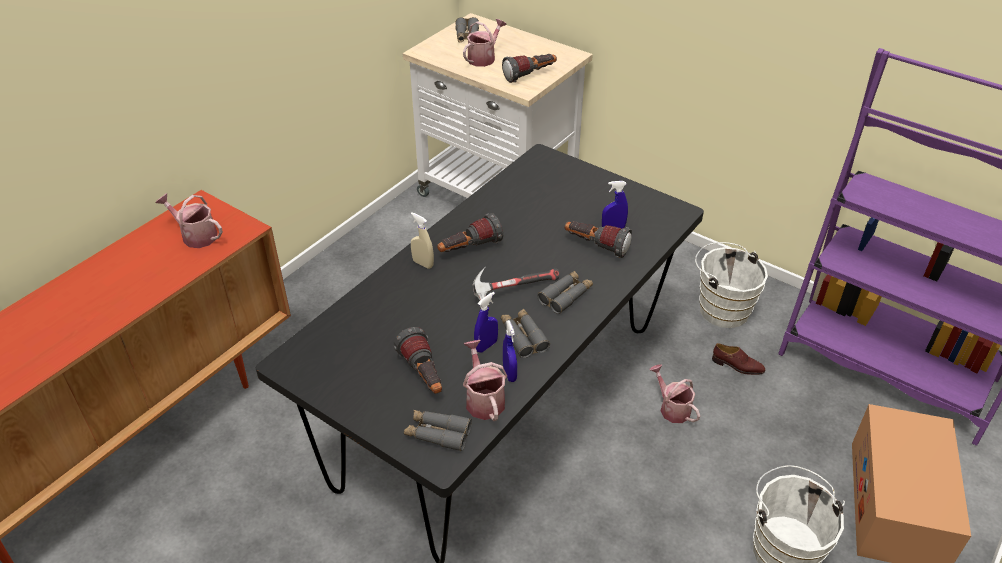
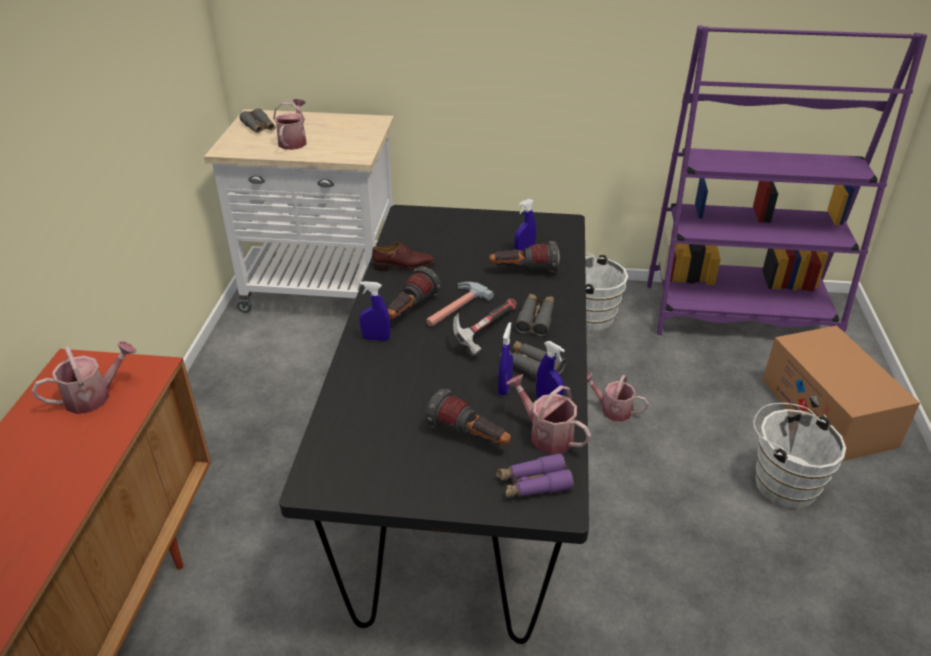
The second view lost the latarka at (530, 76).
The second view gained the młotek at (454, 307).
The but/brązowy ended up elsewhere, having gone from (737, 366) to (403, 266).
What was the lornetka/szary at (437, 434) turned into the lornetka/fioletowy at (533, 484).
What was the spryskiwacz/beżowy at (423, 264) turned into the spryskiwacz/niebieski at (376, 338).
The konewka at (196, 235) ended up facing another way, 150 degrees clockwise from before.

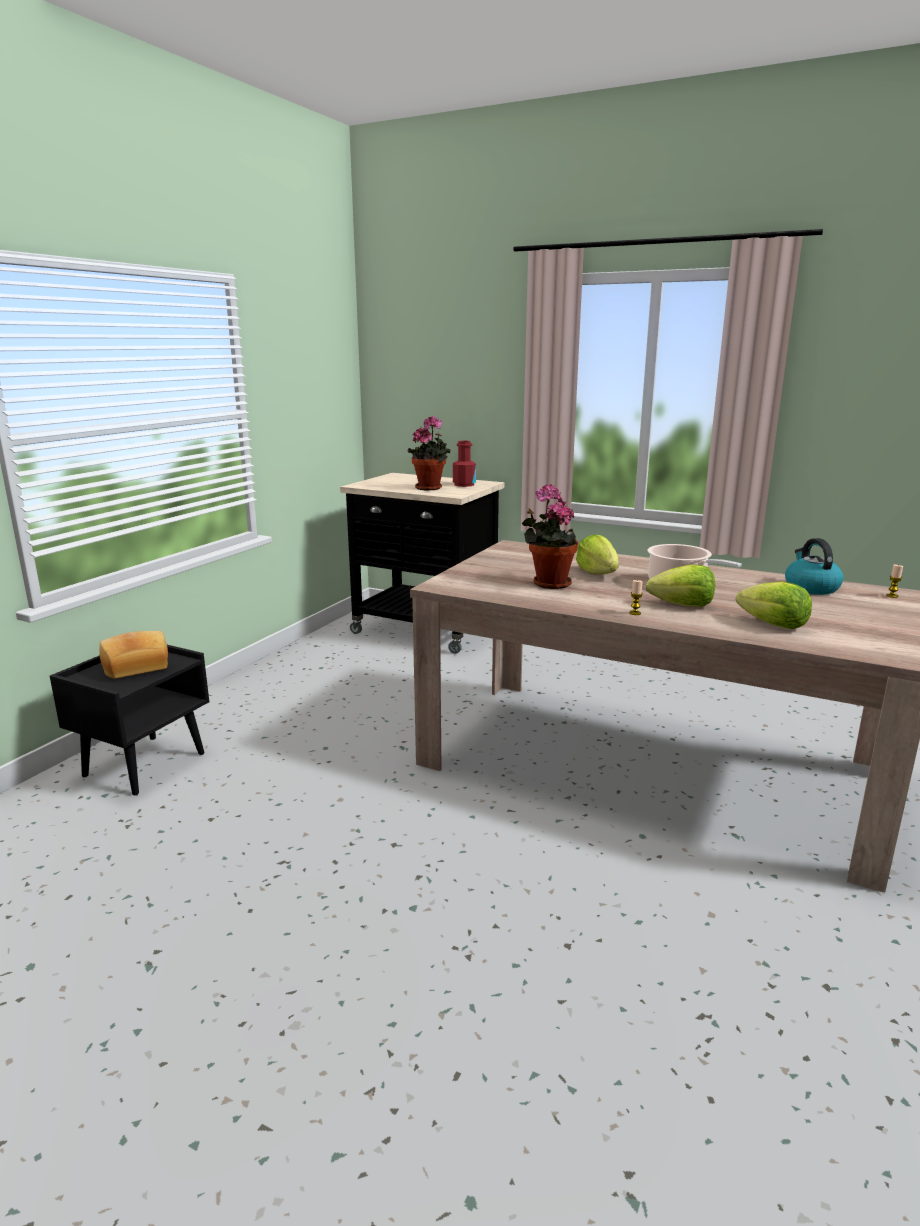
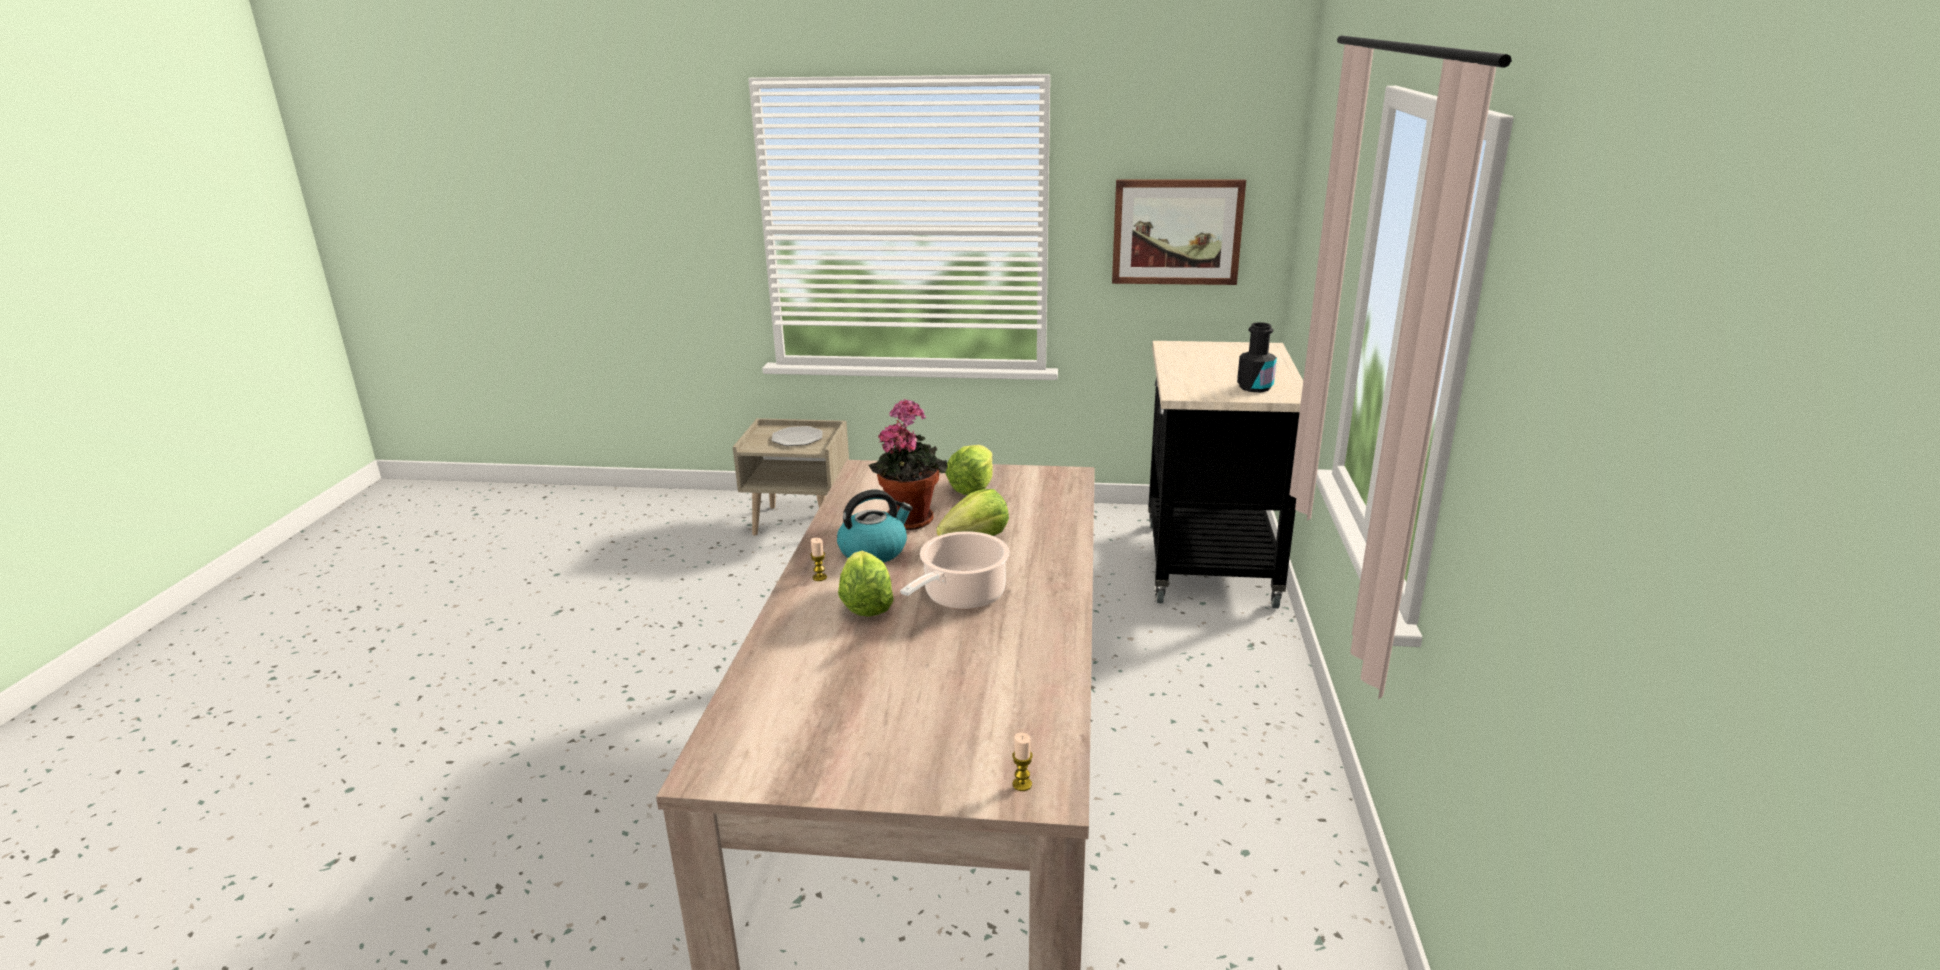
The second view lost the roślina doniczkowa at (431, 488).
The second view gained the obraz at (1176, 232).
The sałata ended up elsewhere, having gone from (773, 625) to (972, 487).
The czajnik ended up elsewhere, having gone from (810, 588) to (874, 551).
Where the chleb stood at (136, 666), the talerz came to stand at (797, 438).
What was the szafka nocna/czarny at (145, 764) turned into the szafka nocna/beżowy at (800, 521).
What was the butelka/czerwony at (464, 484) turned into the butelka/czarny at (1255, 387).

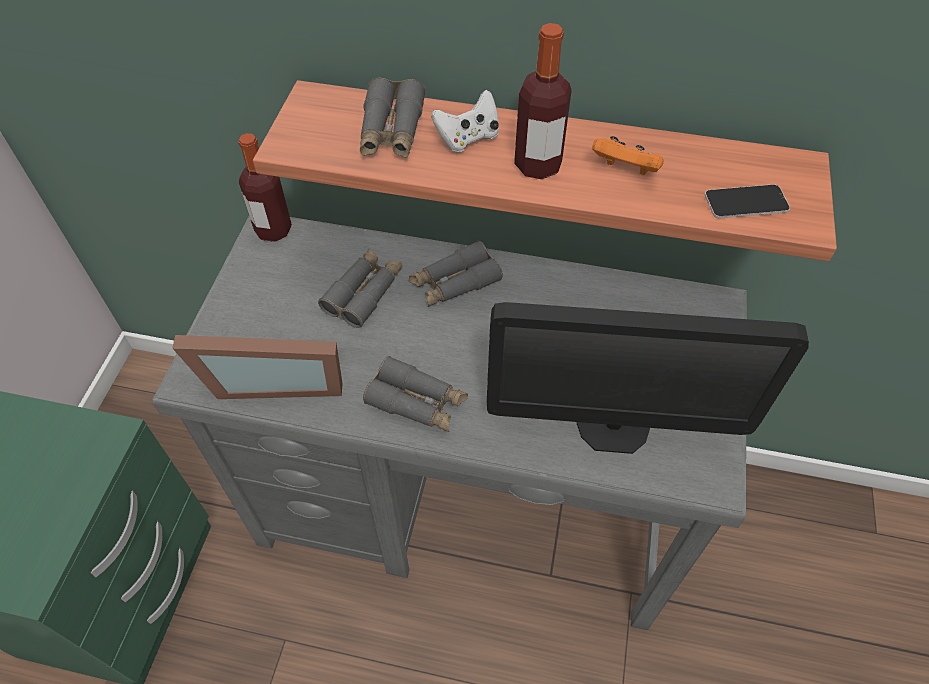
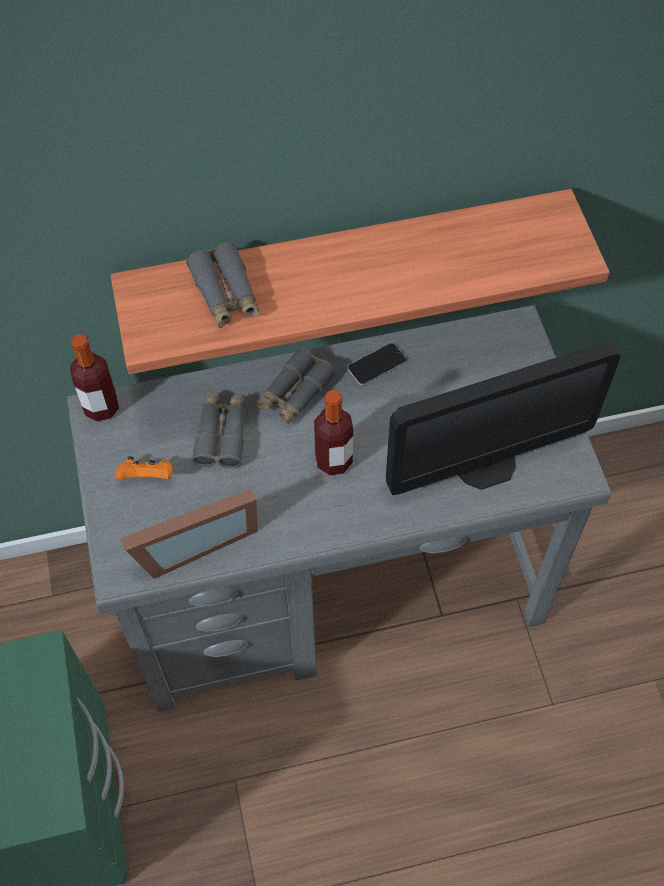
The second view lost the lornetka/szary at (417, 402).
The second view lost the pad do gier/biały at (468, 138).
The butelka ended up elsewhere, having gone from (537, 165) to (333, 460).
The pad do gier/pomarańczowy ended up elsewhere, having gone from (625, 170) to (148, 477).
The telefon ended up elsewhere, having gone from (746, 202) to (377, 364).

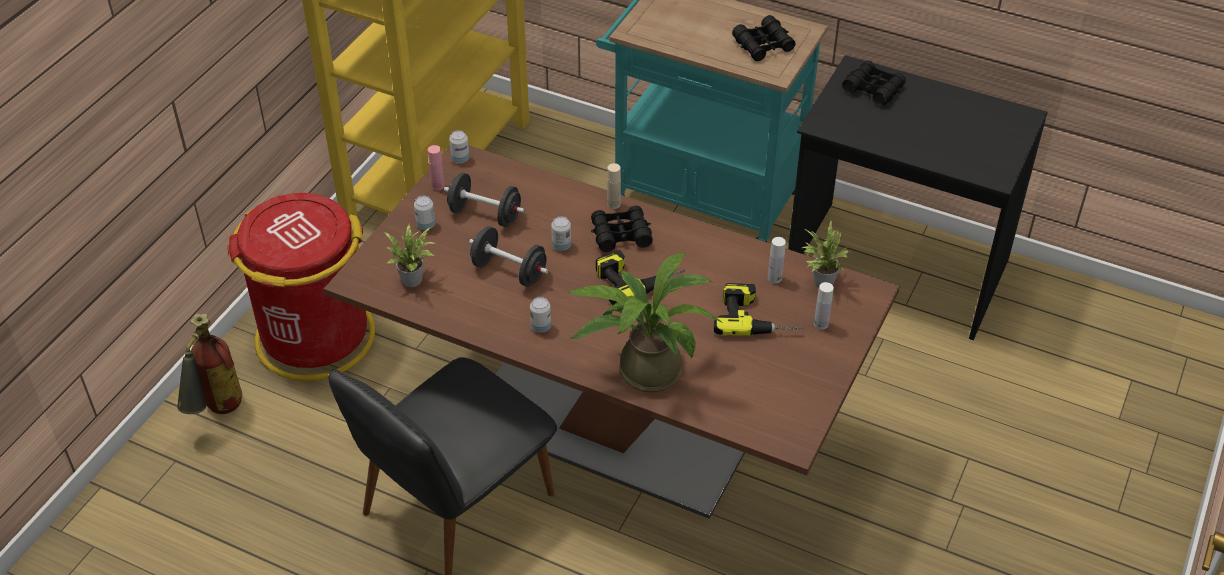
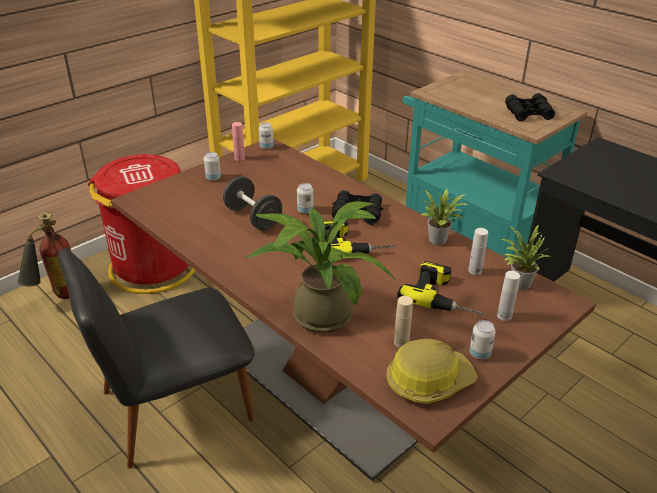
The second view lost the hantel/czarny at (485, 214).
The second view lost the lornetka/czarny at (873, 89).
The second view gained the kask at (428, 381).
The roślina doniczkowa ended up elsewhere, having gone from (414, 279) to (440, 239).
The puszka ended up elsewhere, having gone from (541, 327) to (479, 354).
The butelka/beżowy ended up elsewhere, having gone from (613, 204) to (401, 342).

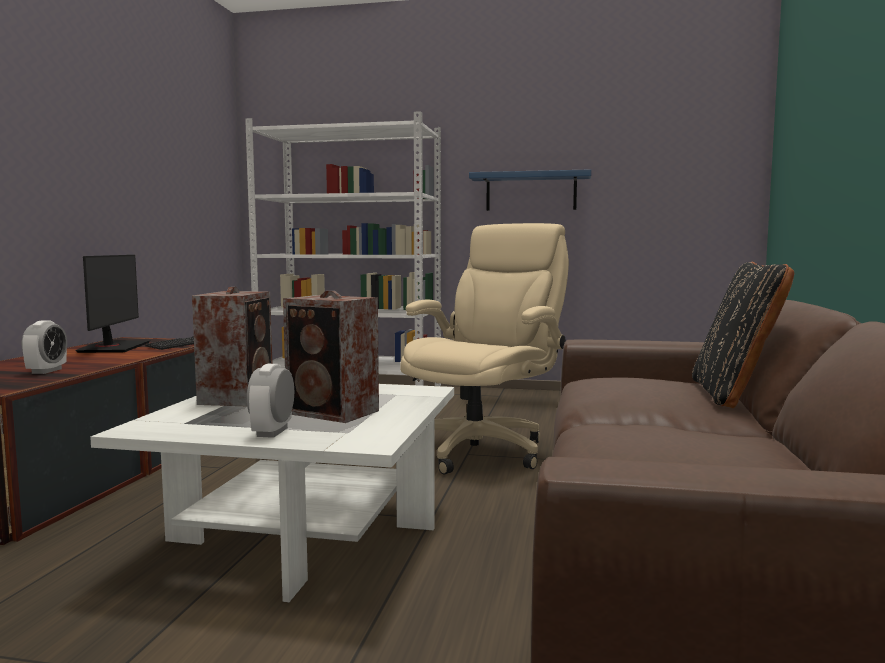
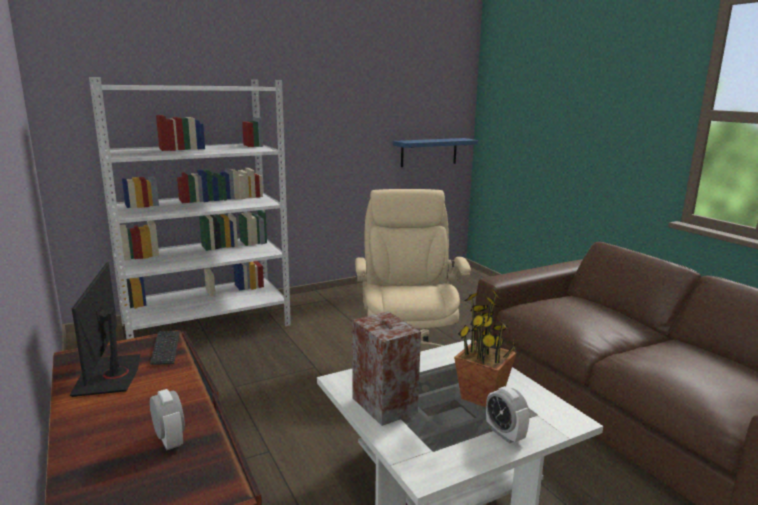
The second view lost the poduszka/czarny at (734, 394).
The półka/niebieski ended up elsewhere, having gone from (531, 192) to (429, 152).
Where the głośnik stood at (334, 413), the roślina doniczkowa came to stand at (483, 397).
The monitor at (113, 347) ended up facing another way, 150 degrees counterclockwise from before.

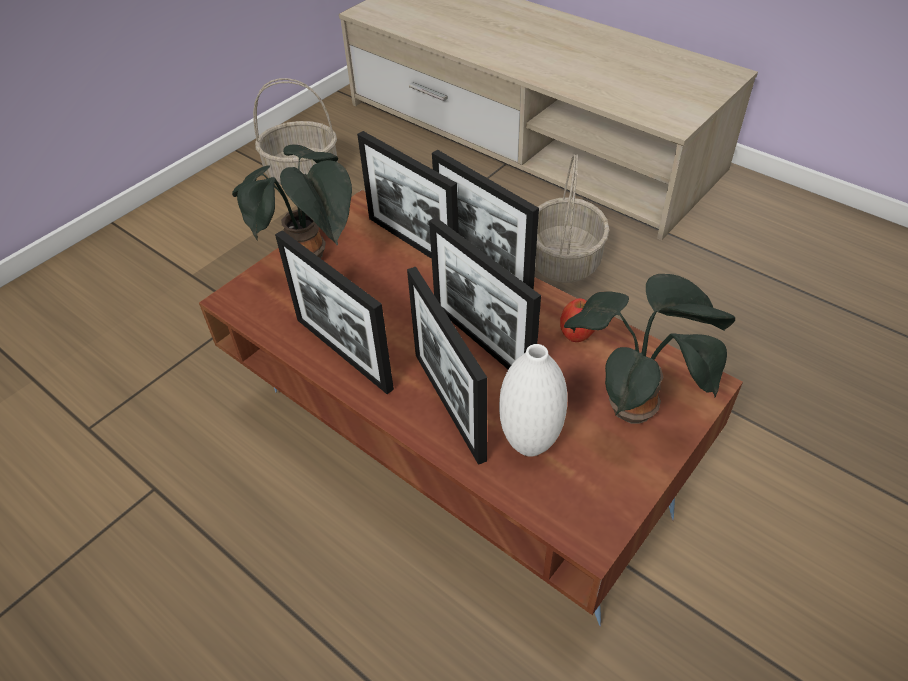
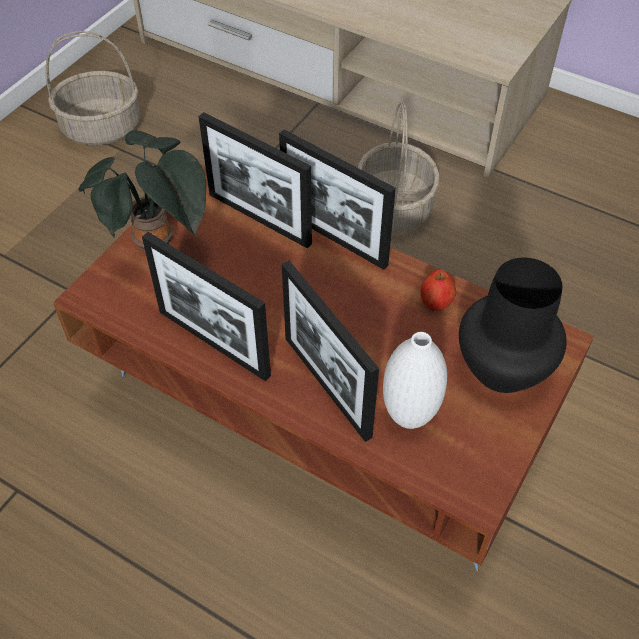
The second view lost the ramka na zdjęcie at (482, 343).
Where the roślina doniczkowa stood at (636, 406), the wazon/czarny came to stand at (501, 369).

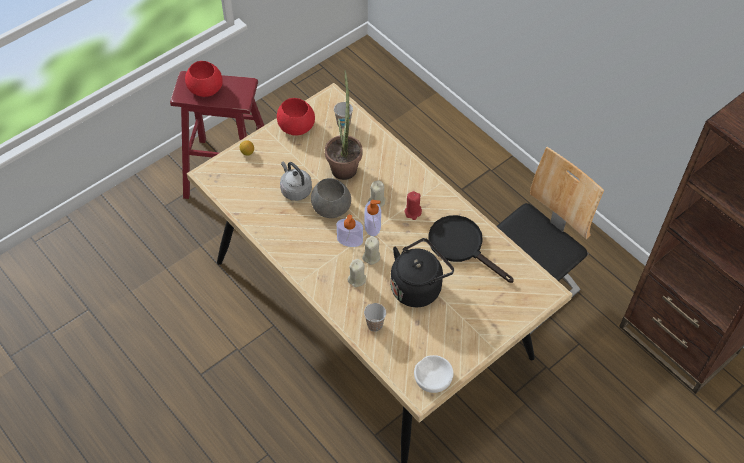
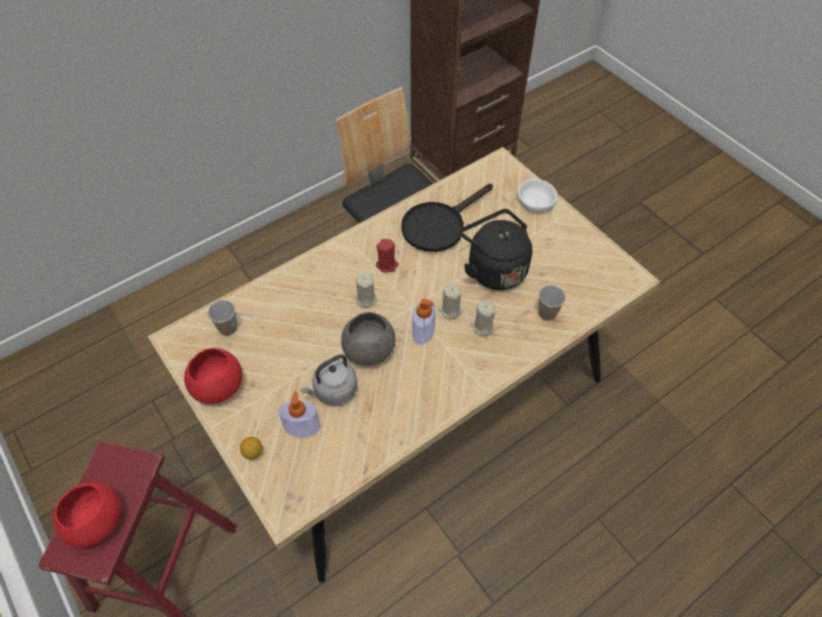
The second view lost the roślina doniczkowa at (344, 165).
The dozownik mydła ended up elsewhere, having gone from (372, 226) to (302, 427).
The miska/biały ended up elsewhere, having gone from (433, 376) to (536, 200).

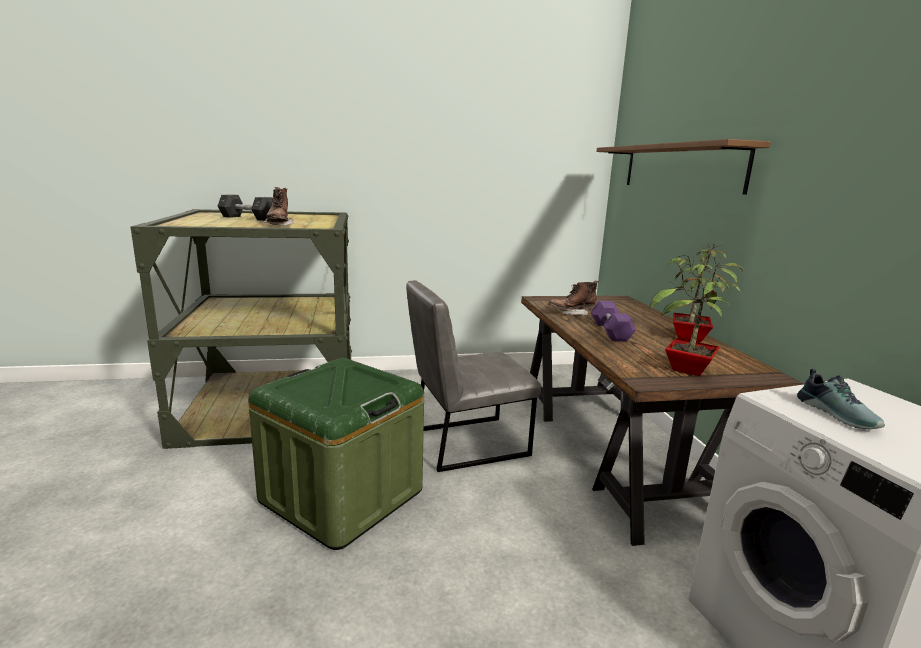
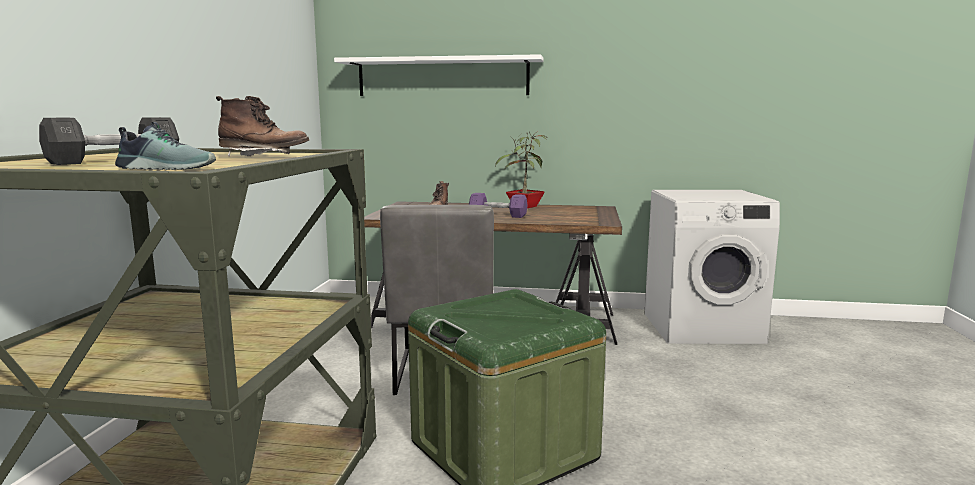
The second view lost the roślina doniczkowa at (688, 370).
The but ended up elsewhere, having gone from (838, 414) to (168, 168).
What was the półka/brązowy at (679, 167) turned into the półka/biały at (442, 77).

